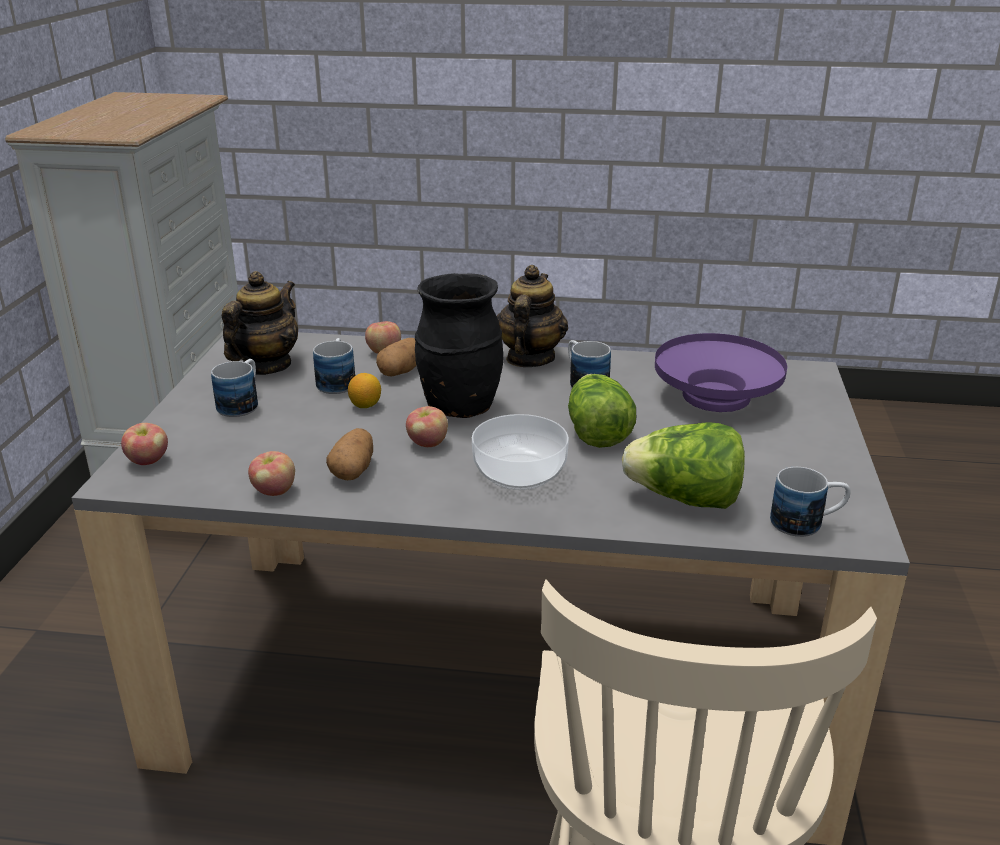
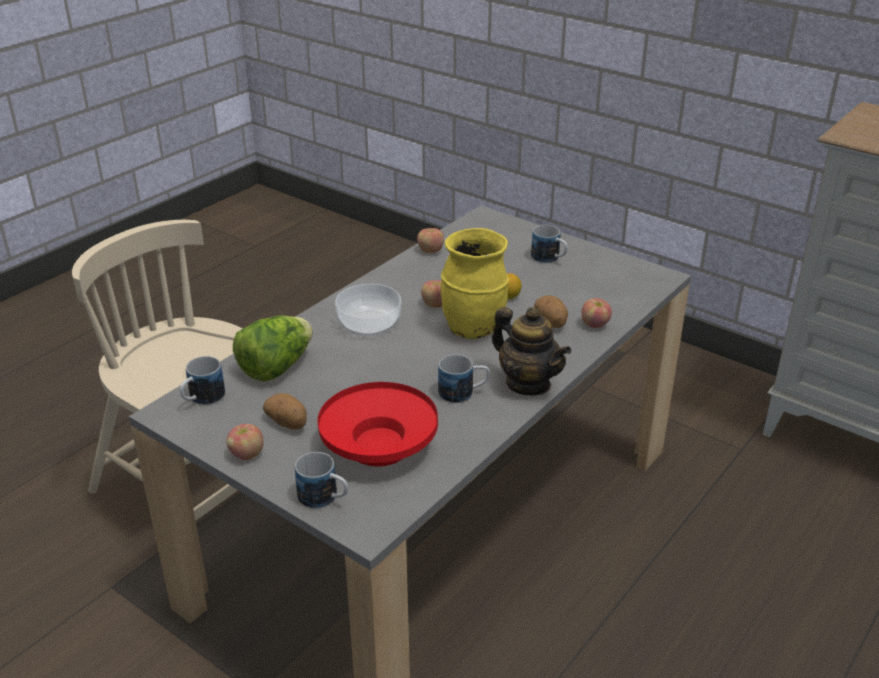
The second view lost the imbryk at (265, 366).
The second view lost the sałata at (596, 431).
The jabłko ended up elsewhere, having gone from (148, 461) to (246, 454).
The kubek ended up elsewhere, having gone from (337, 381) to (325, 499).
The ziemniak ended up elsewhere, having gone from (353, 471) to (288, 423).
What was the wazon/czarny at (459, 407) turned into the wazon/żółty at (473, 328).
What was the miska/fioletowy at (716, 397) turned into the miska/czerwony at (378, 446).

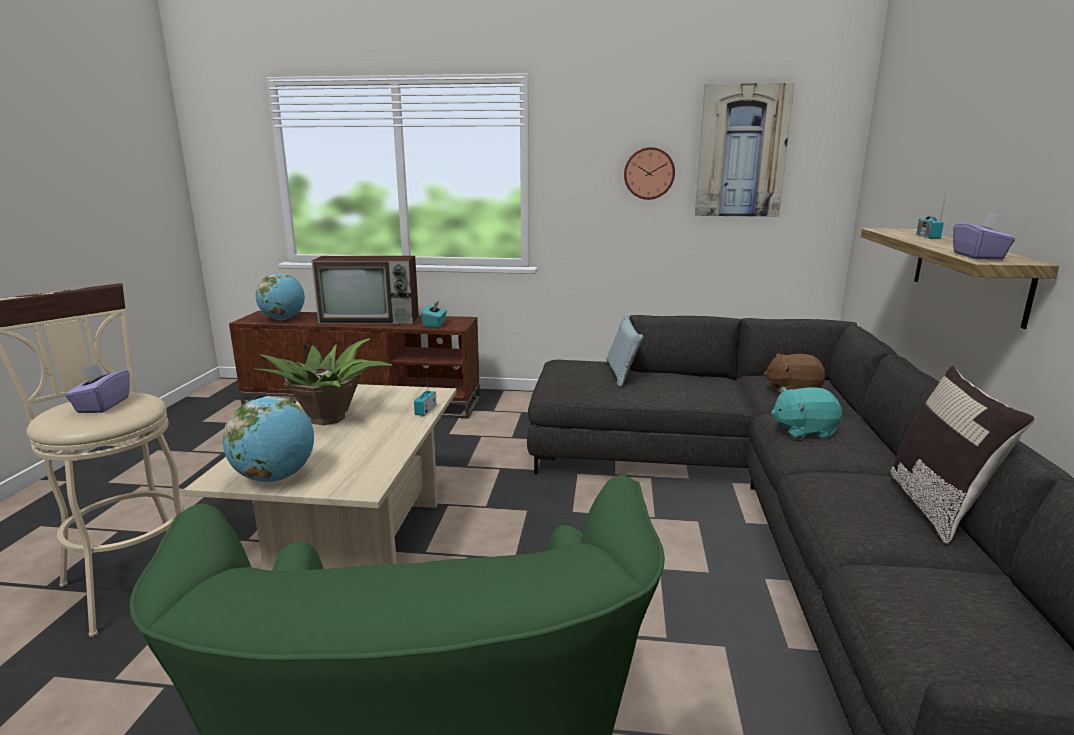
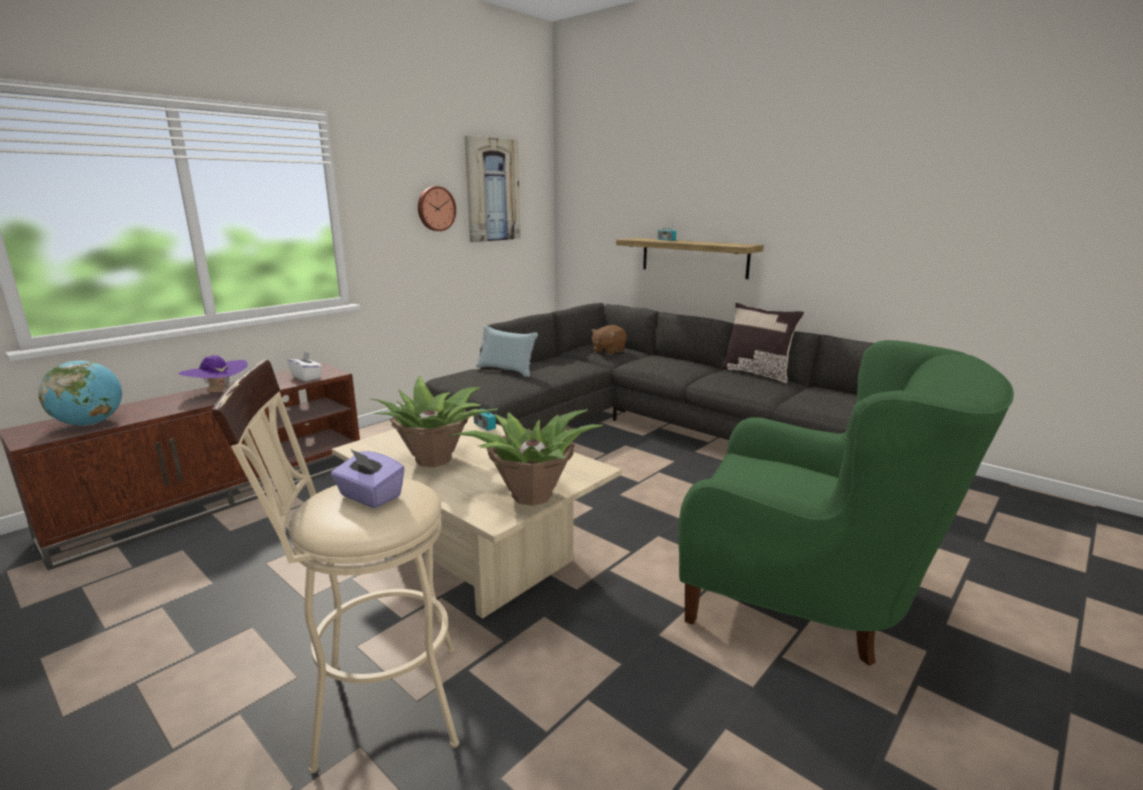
The second view lost the pluszak/turkusowy at (803, 431).
The second view lost the pudełko chusteczek/fioletowy at (978, 256).
Where the globus stood at (275, 477), the roślina doniczkowa came to stand at (529, 496).
Where the telewizor stood at (371, 319), the kapelusz/fioletowy came to stand at (218, 392).
What was the pudełko chusteczek/turkusowy at (435, 325) turned into the pudełko chusteczek/biały at (307, 377).

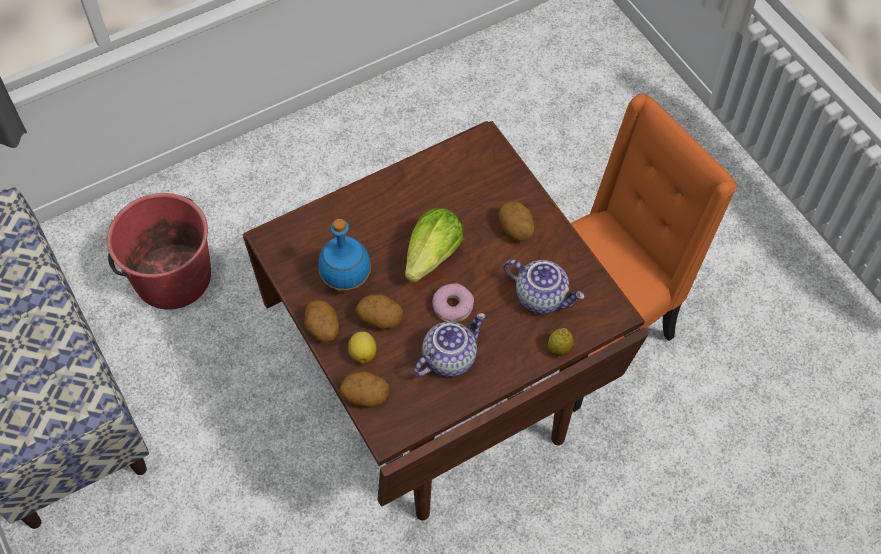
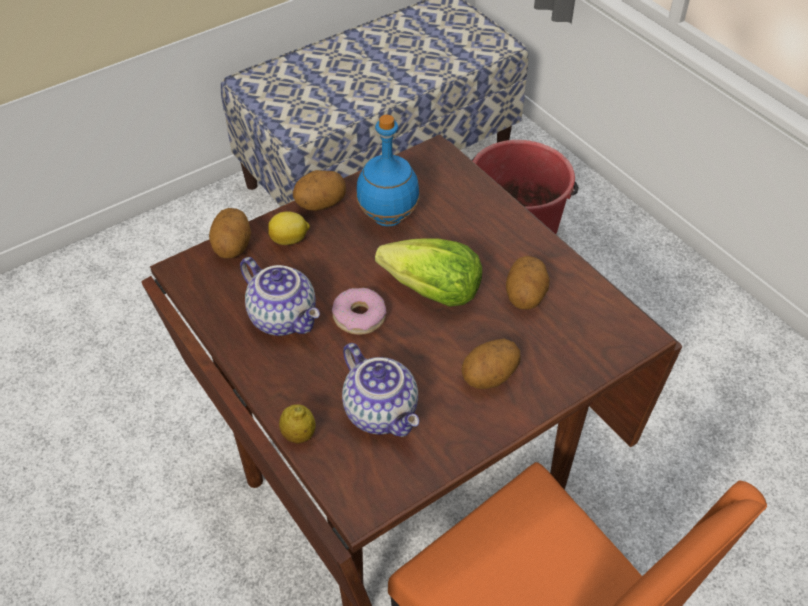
The ziemniak ended up elsewhere, having gone from (380, 319) to (525, 296).
The imbryk at (542, 296) ended up facing another way, 60 degrees counterclockwise from before.

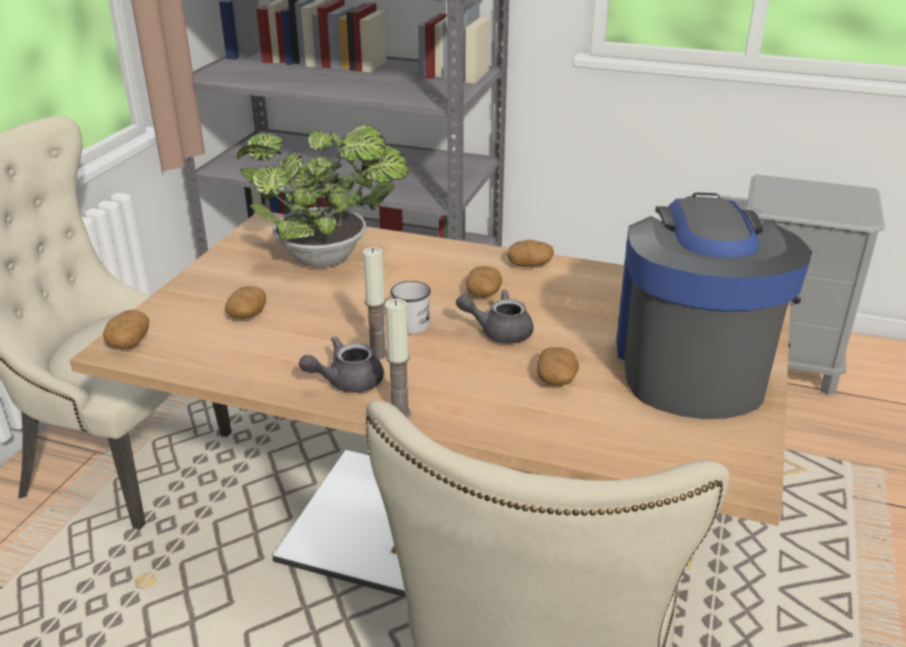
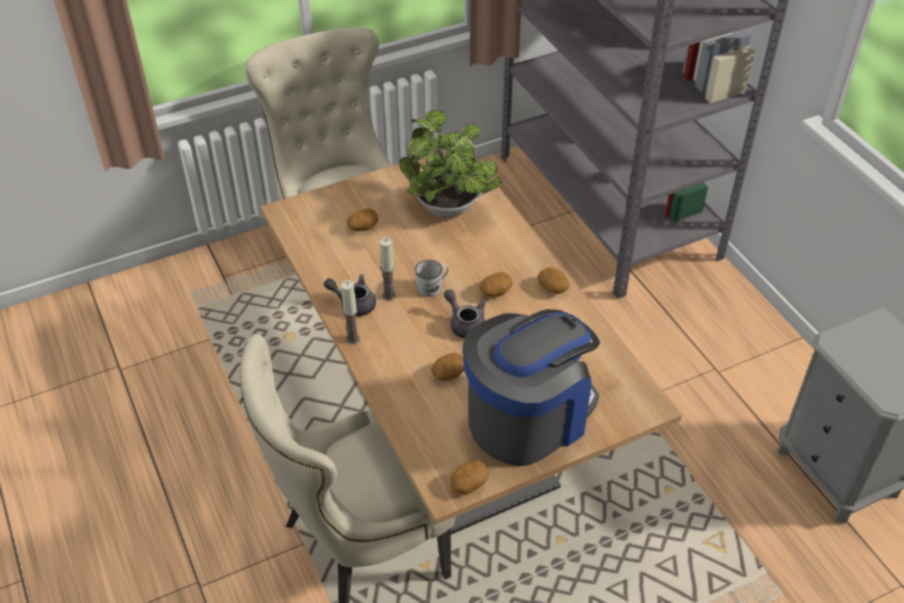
The ziemniak ended up elsewhere, having gone from (129, 341) to (469, 483).

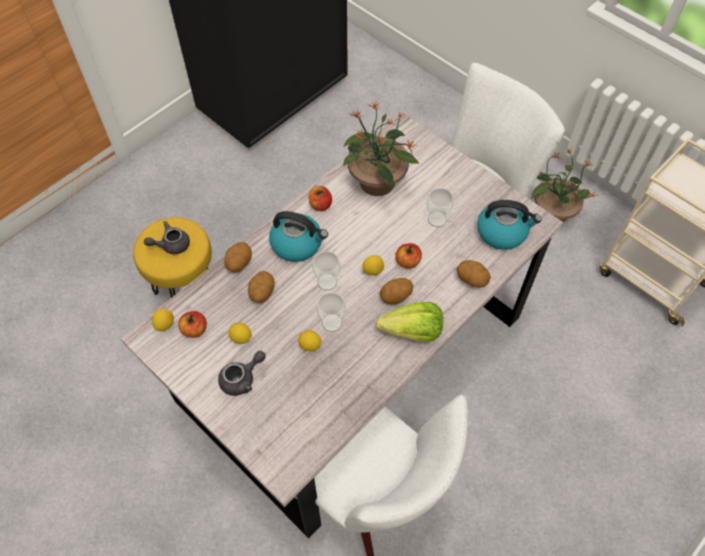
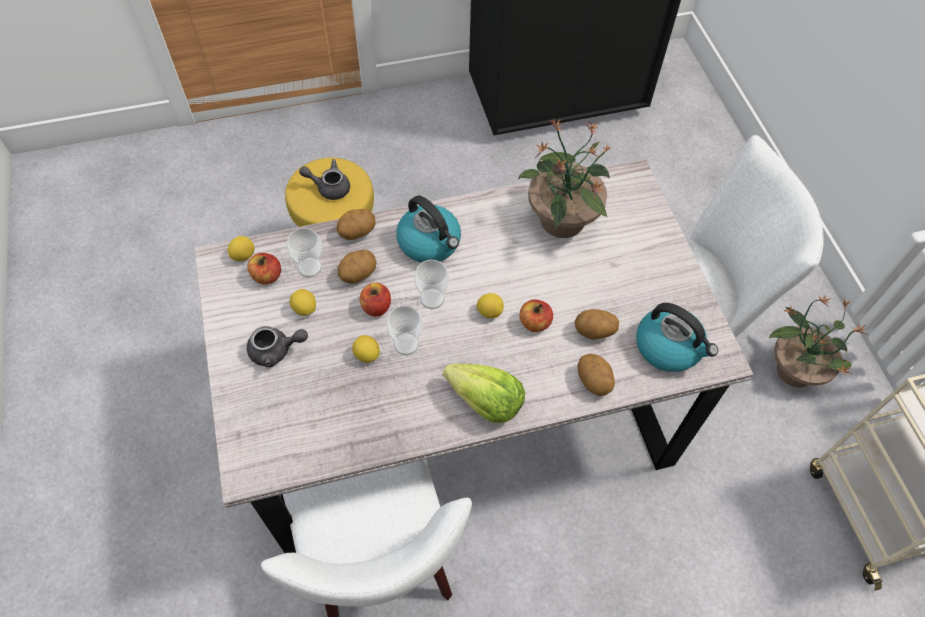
The jabłko ended up elsewhere, having gone from (320, 205) to (376, 307).
The ziemniak ended up elsewhere, having gone from (396, 297) to (594, 332).
The filiżanka ended up elsewhere, having gone from (437, 219) to (310, 267).

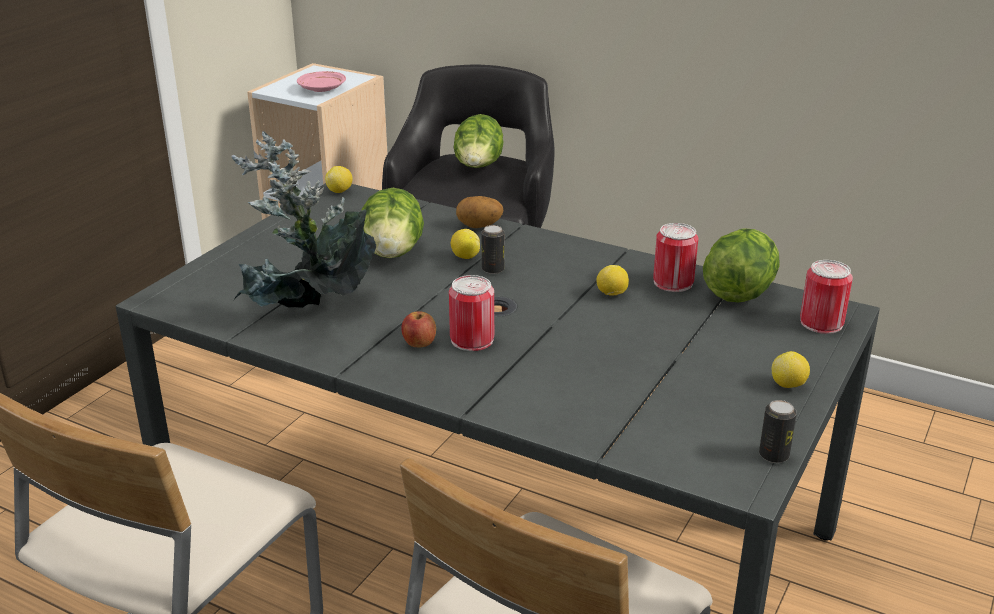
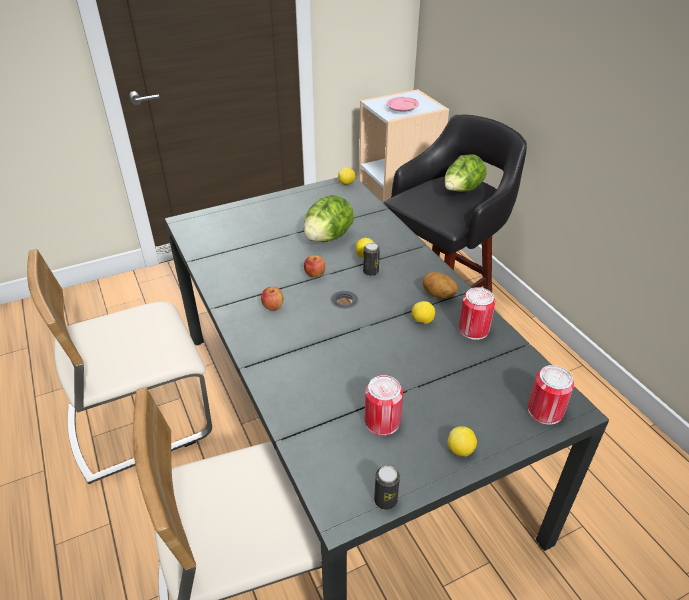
The second view lost the roślina doniczkowa at (310, 315).
The second view lost the sałata at (739, 293).
The second view gained the jabłko at (314, 274).
The puszka ended up elsewhere, having gone from (472, 339) to (382, 421).
The ziemniak ended up elsewhere, having gone from (479, 226) to (438, 295).

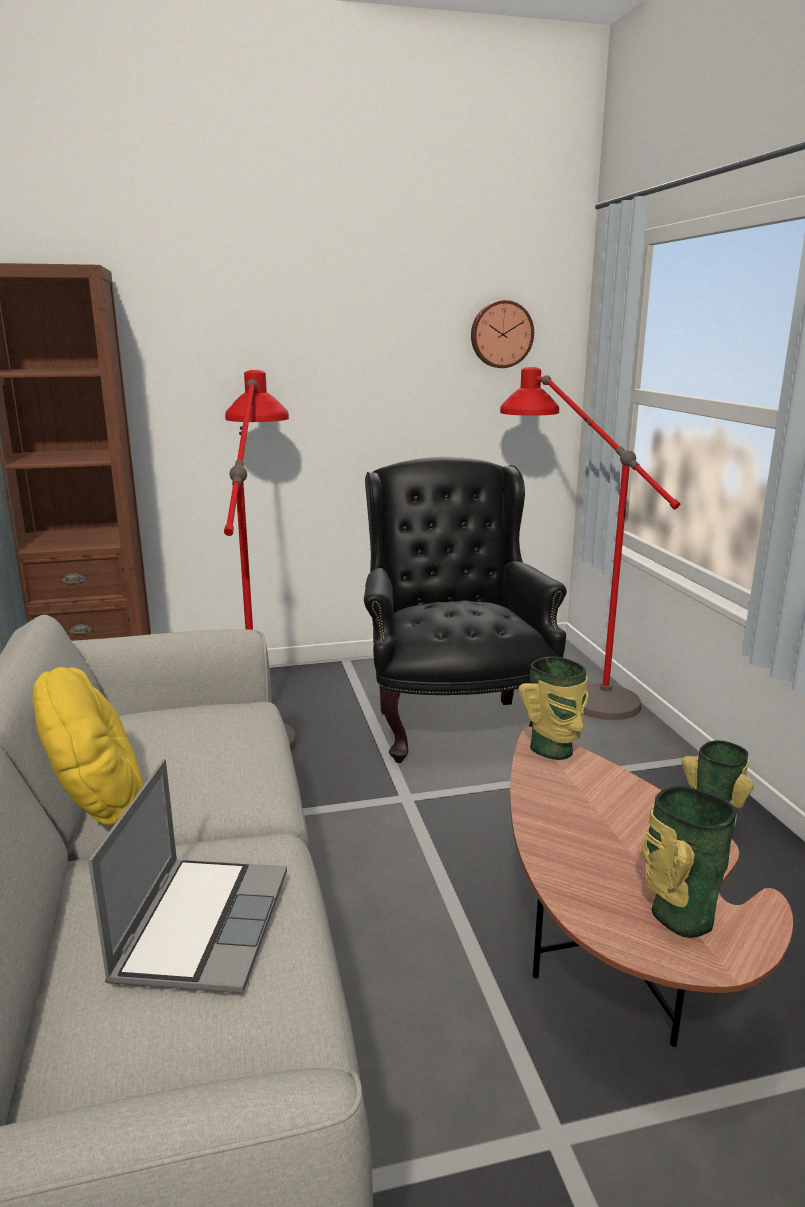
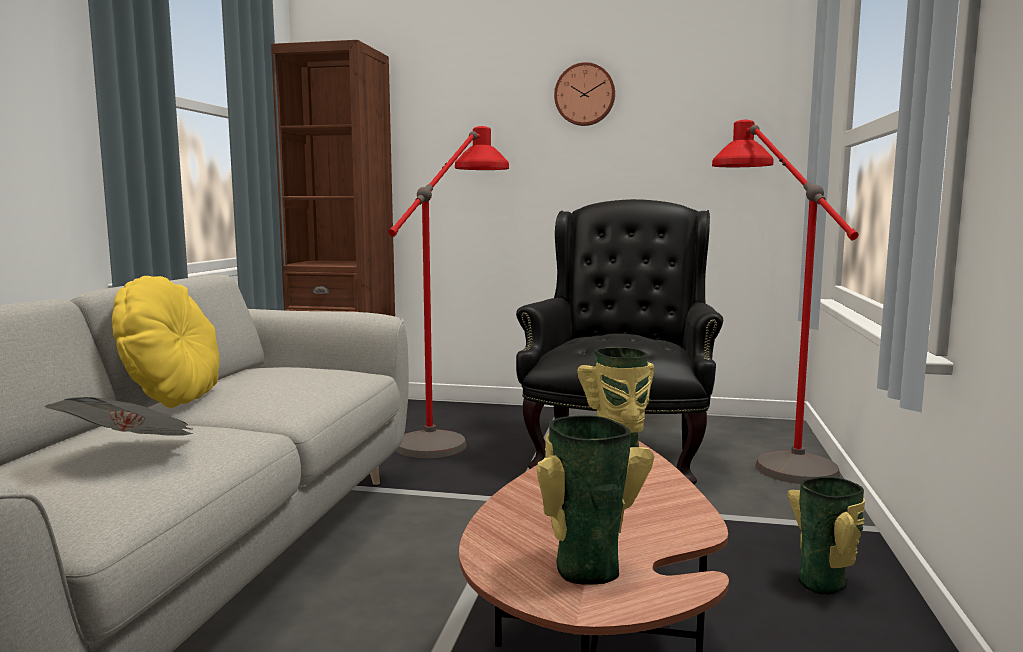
The zegar ścienny ended up elsewhere, having gone from (501, 334) to (585, 95).
Where the laptop stood at (201, 924), the gazeta came to stand at (132, 454).

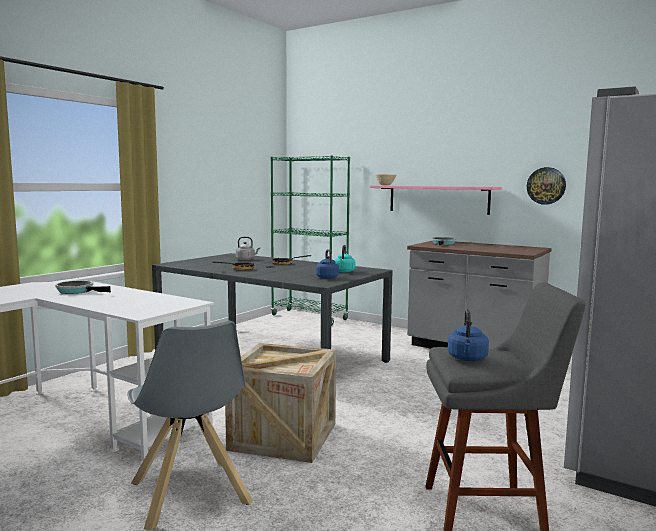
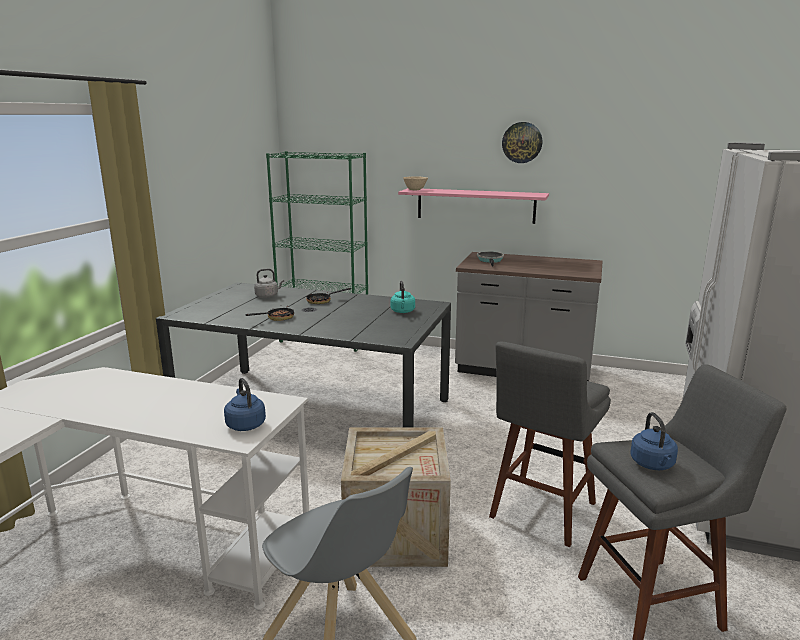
The second view lost the patelnia at (78, 291).
The second view gained the stołek/szary at (540, 513).
The czajnik/niebieski ended up elsewhere, having gone from (327, 277) to (245, 424).
The zegar ścienny ended up elsewhere, having gone from (546, 185) to (522, 142).

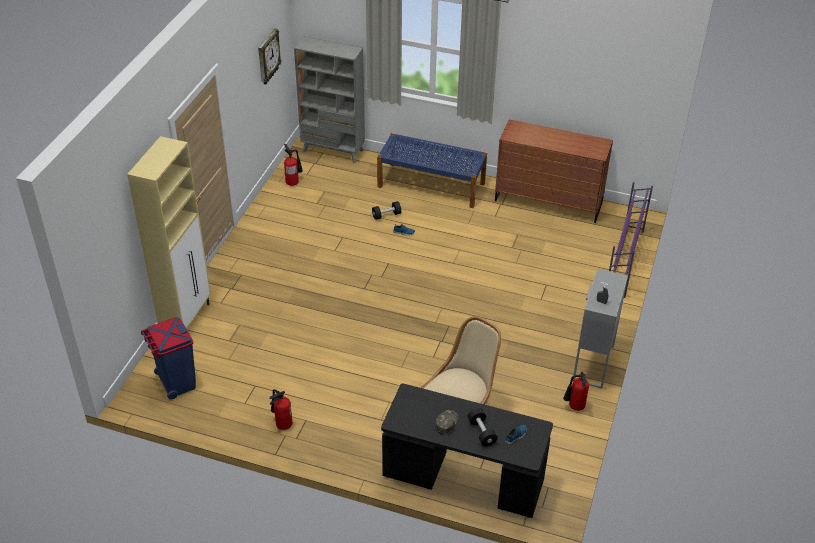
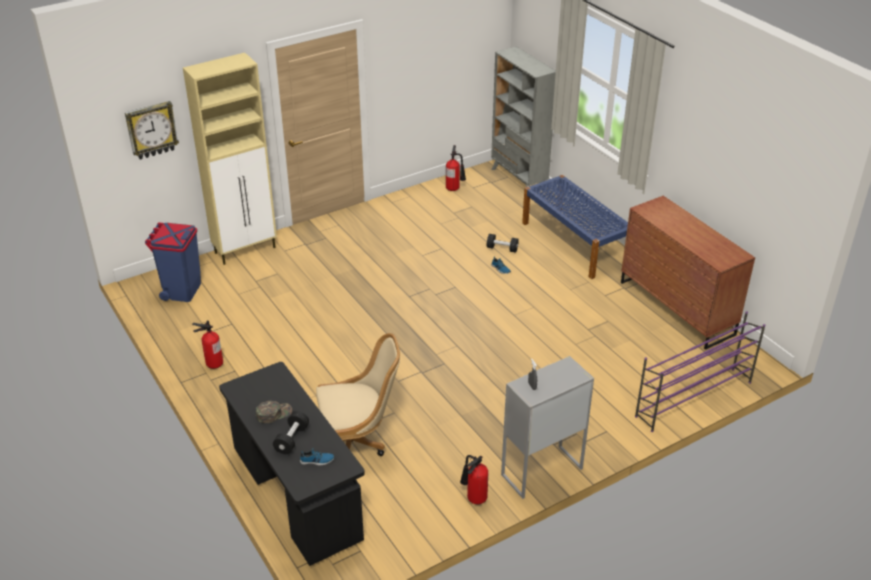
The zegar ścienny ended up elsewhere, having gone from (267, 57) to (151, 130).

